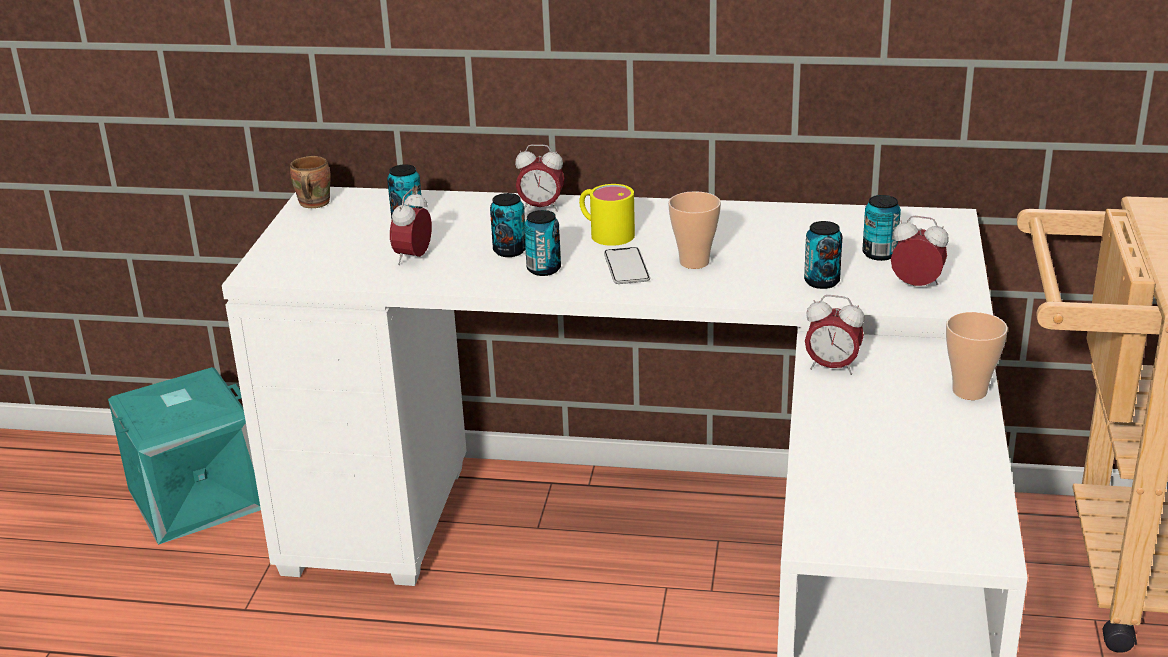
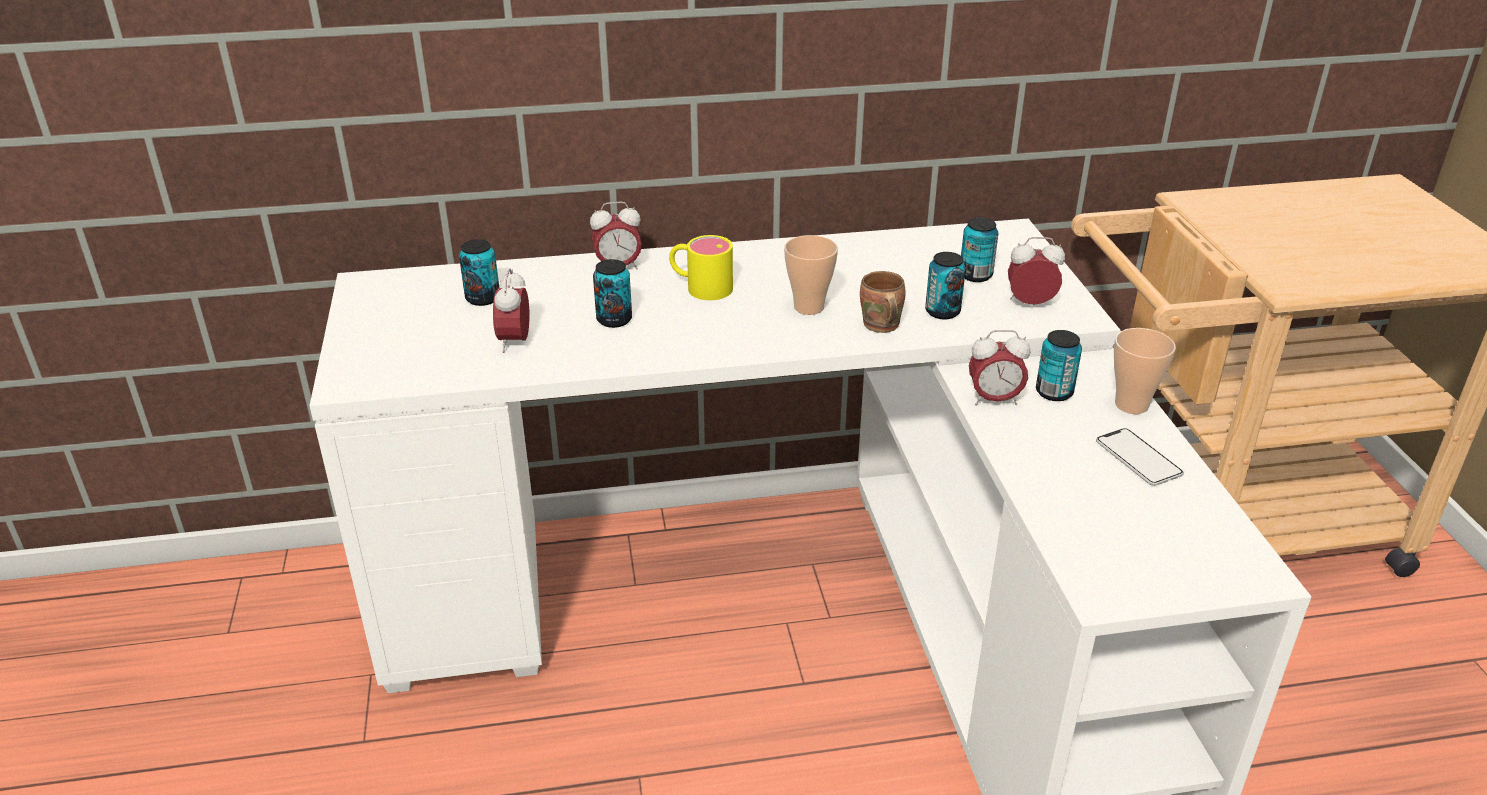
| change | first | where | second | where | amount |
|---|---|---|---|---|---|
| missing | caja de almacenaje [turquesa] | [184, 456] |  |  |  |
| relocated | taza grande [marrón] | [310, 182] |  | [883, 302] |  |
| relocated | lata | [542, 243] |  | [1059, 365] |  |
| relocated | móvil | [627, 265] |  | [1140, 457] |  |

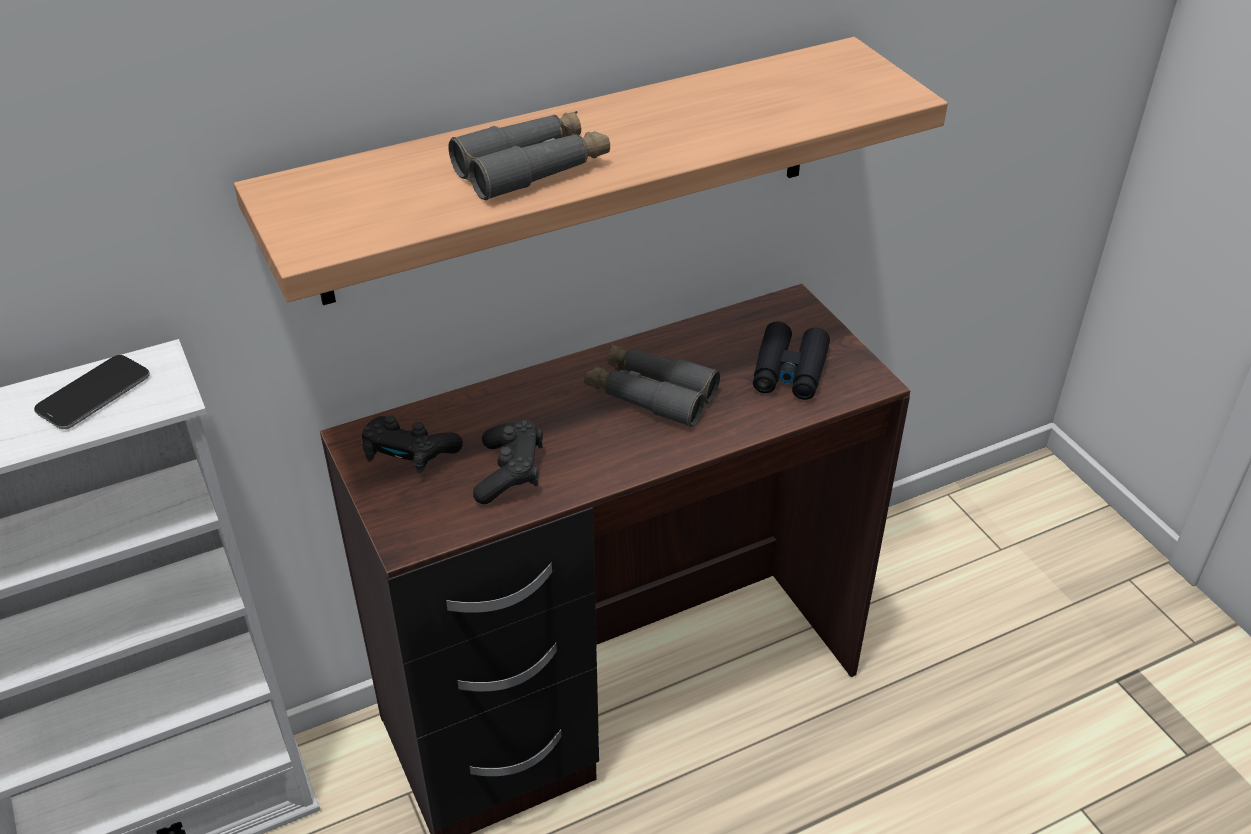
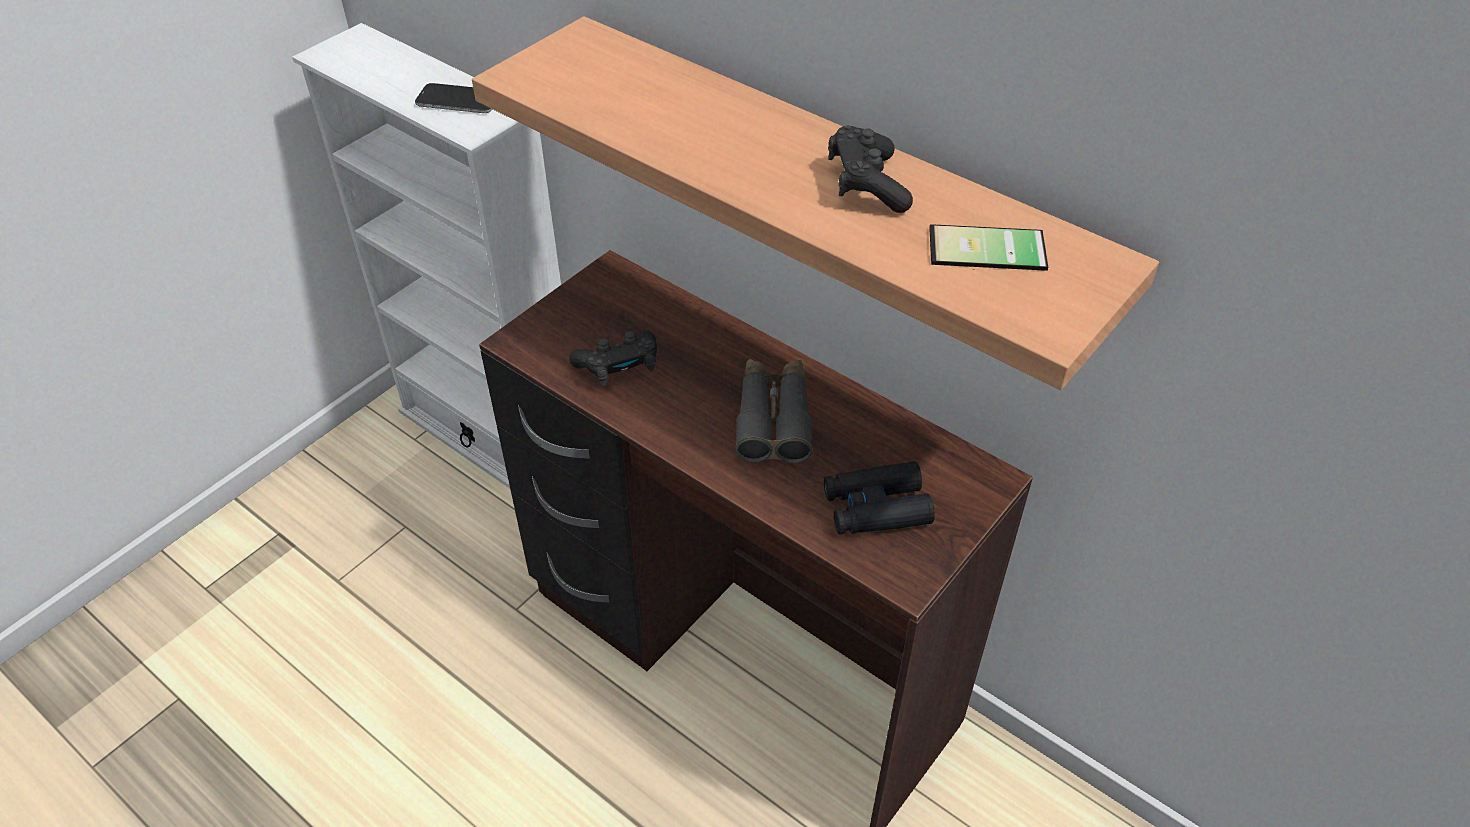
| change | first | where | second | where | amount |
|---|---|---|---|---|---|
| missing | prismáticos [gris] | [529, 156] |  |  |  |
| appeared |  |  | móvil | [988, 247] |  |
| relocated | mando de consola [negro] | [412, 444] |  | [870, 169] |  |

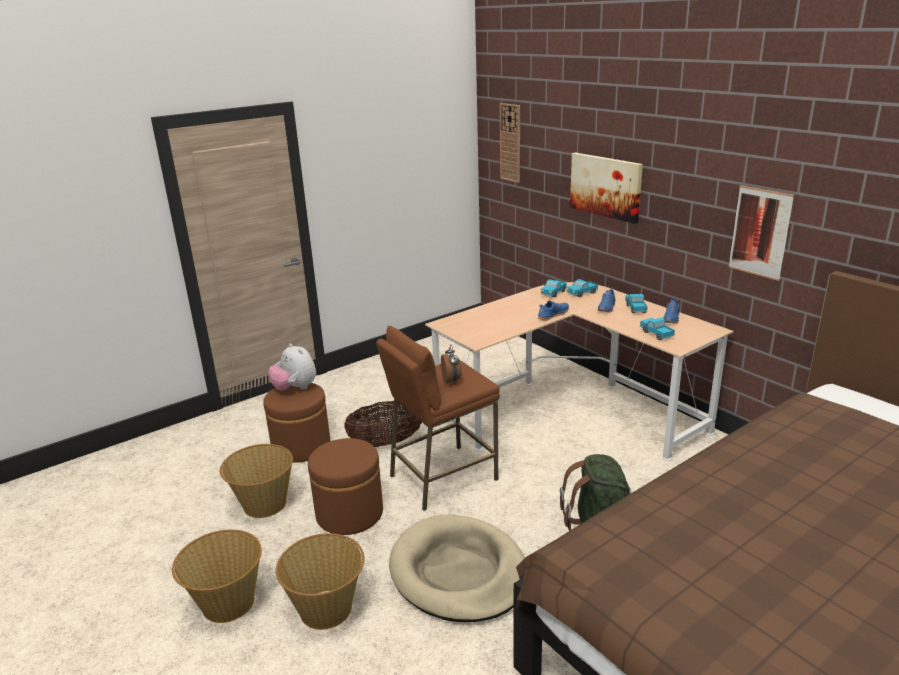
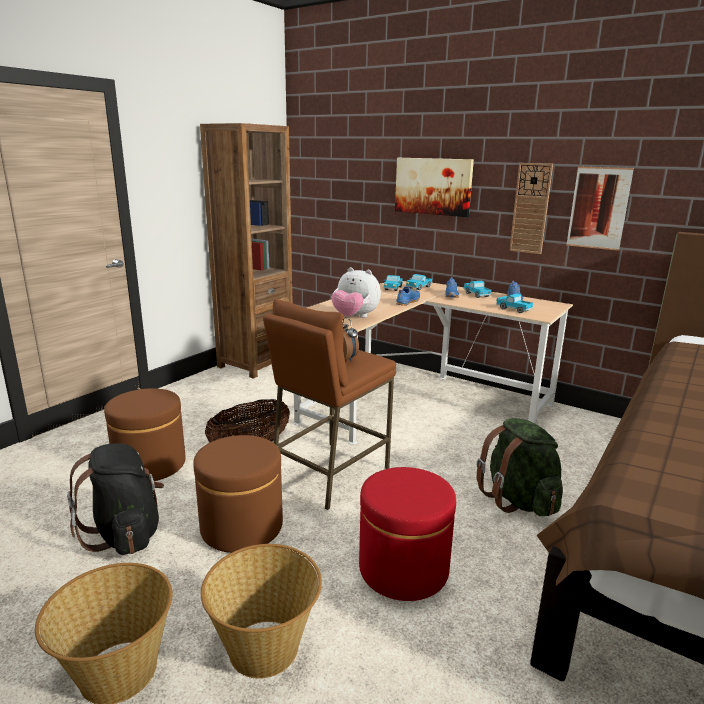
| change | first | where | second | where | amount |
|---|---|---|---|---|---|
| appeared |  |  | estantería [marrón] | [246, 251] |  |
| relocated | peluche | [292, 367] |  | [356, 292] |  |
| relocated | reloj de pared | [510, 143] |  | [531, 208] |  |
| exchanged | cesta | [256, 481] | mochila [negro] | [115, 499] |  |
| exchanged | cama para perro [beis] | [457, 568] | puf [rojo] | [407, 534] |  |

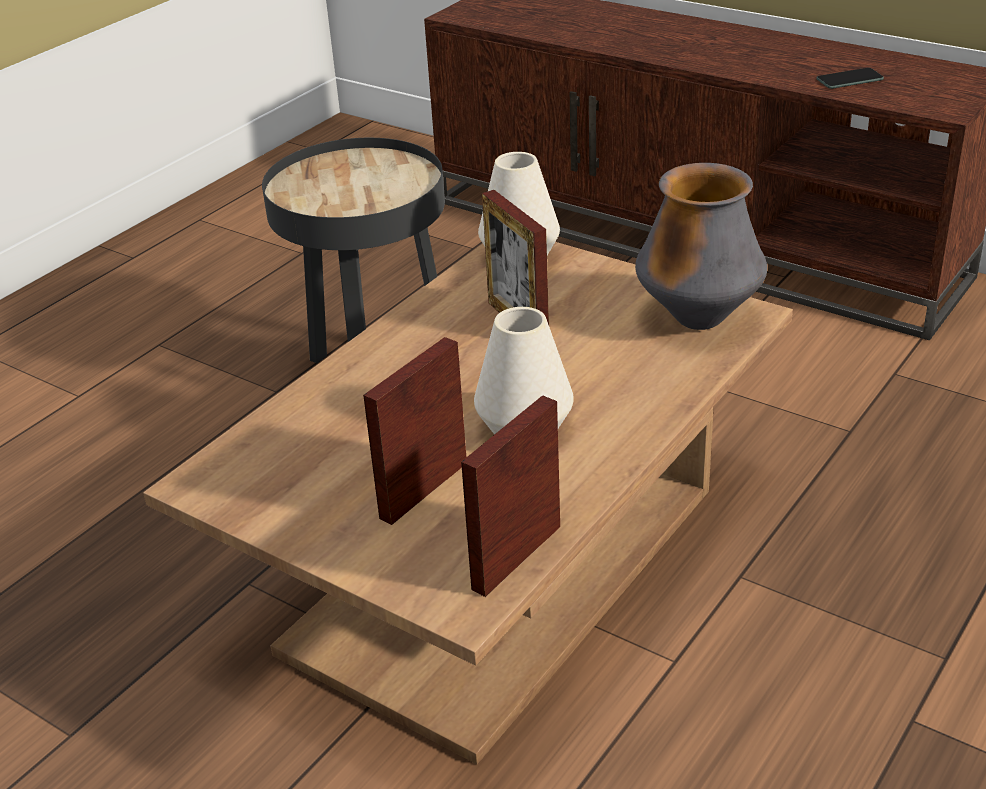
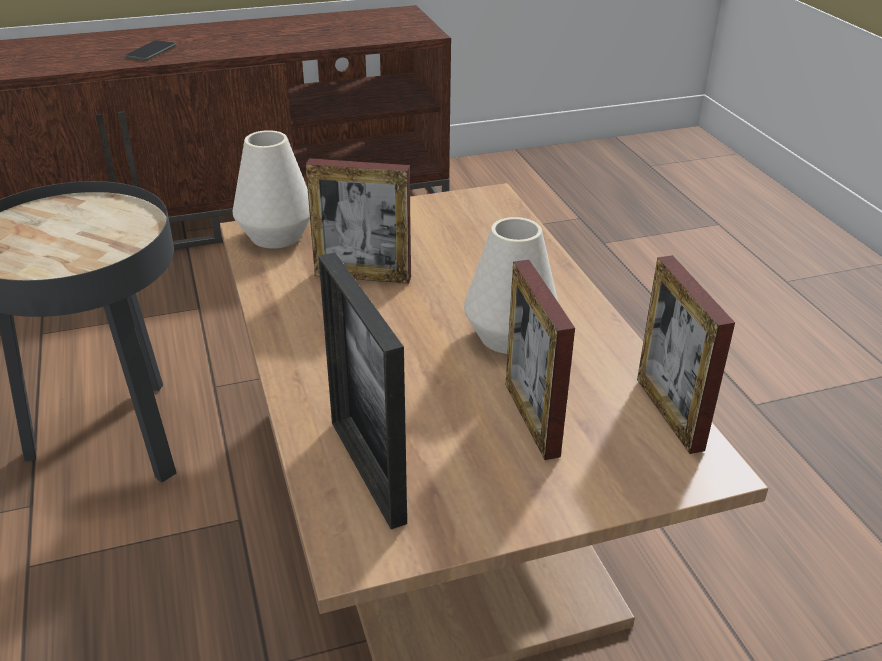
| change | first | where | second | where | amount |
|---|---|---|---|---|---|
| missing | florero | [701, 246] |  |  |  |
| appeared |  |  | portarretratos | [363, 391] |  |
| relocated | móvil | [850, 78] |  | [150, 50] |  |

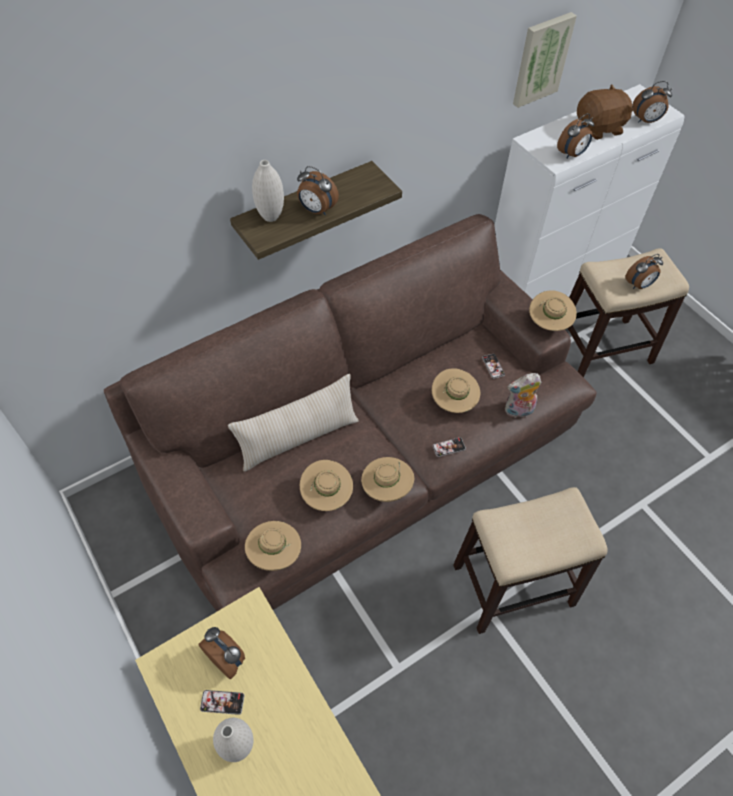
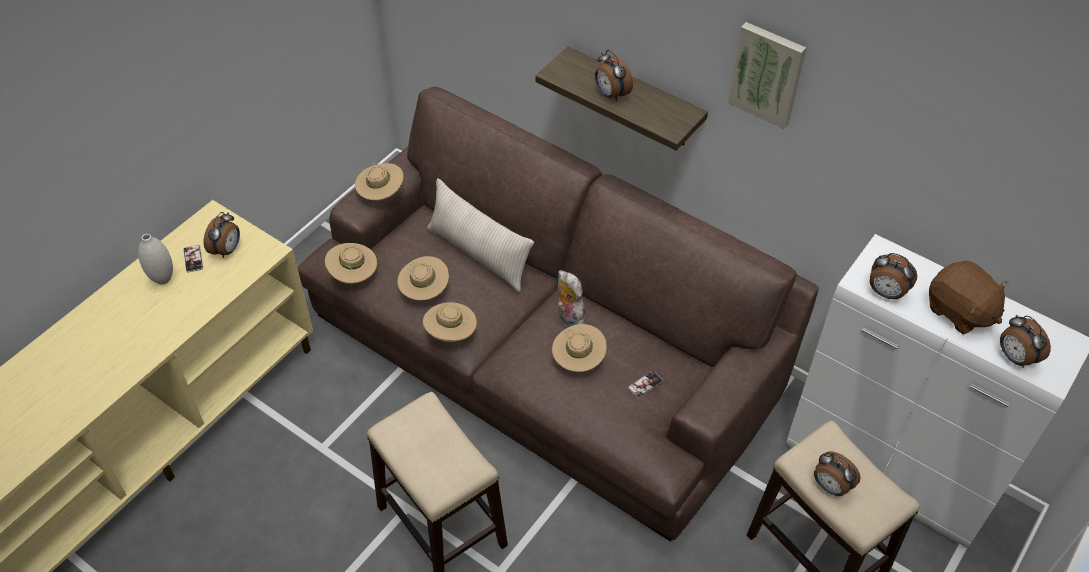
| change | first | where | second | where | amount |
|---|---|---|---|---|---|
| missing | florero [blanco] | [268, 191] |  |  |  |
| missing | móvil | [449, 447] |  |  |  |
| relocated | peluche | [523, 395] |  | [571, 298] |  |
| relocated | cuadro | [545, 60] |  | [767, 75] |  |
| relocated | sombrero [beis] | [553, 310] |  | [379, 181] |  |
| spun | despertador | [318, 190] |  | [614, 75] | 45 degrees counterclockwise |

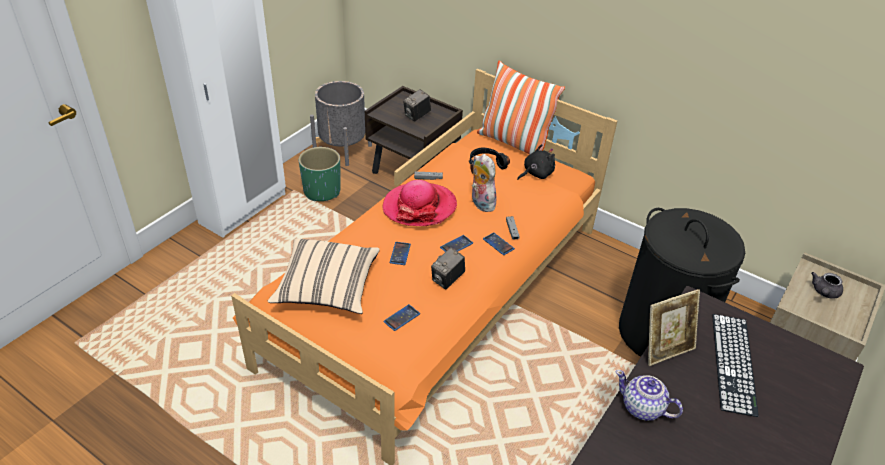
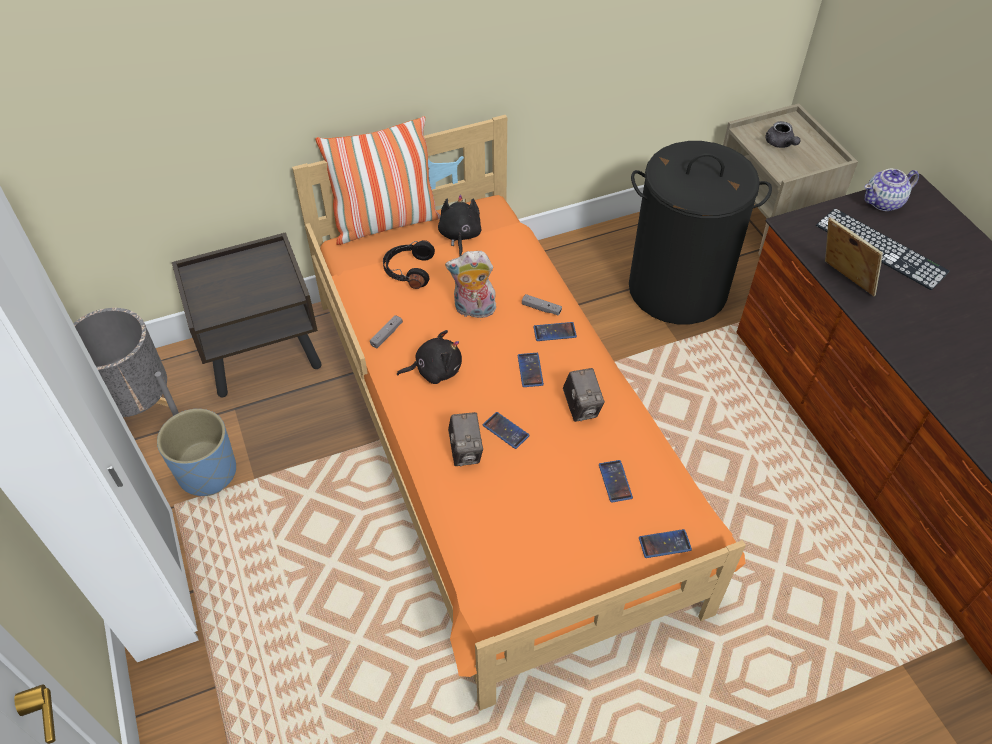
| change | first | where | second | where | amount |
|---|---|---|---|---|---|
| missing | cojín [beis] | [324, 276] |  |  |  |
| appeared |  |  | móvil | [665, 543] |  |
| relocated | cámara | [417, 105] |  | [465, 439] |  |
| relocated | tetera | [649, 395] |  | [891, 189] |  |
| exchanged | sombrero | [419, 203] | peluche [negro] | [429, 357] |  |
| colour | maceta [verde] | [319, 174] | maceta [azul] | [196, 452] |  |
| spun | portarretratos | [674, 327] |  | [854, 256] | 45 degrees counterclockwise |

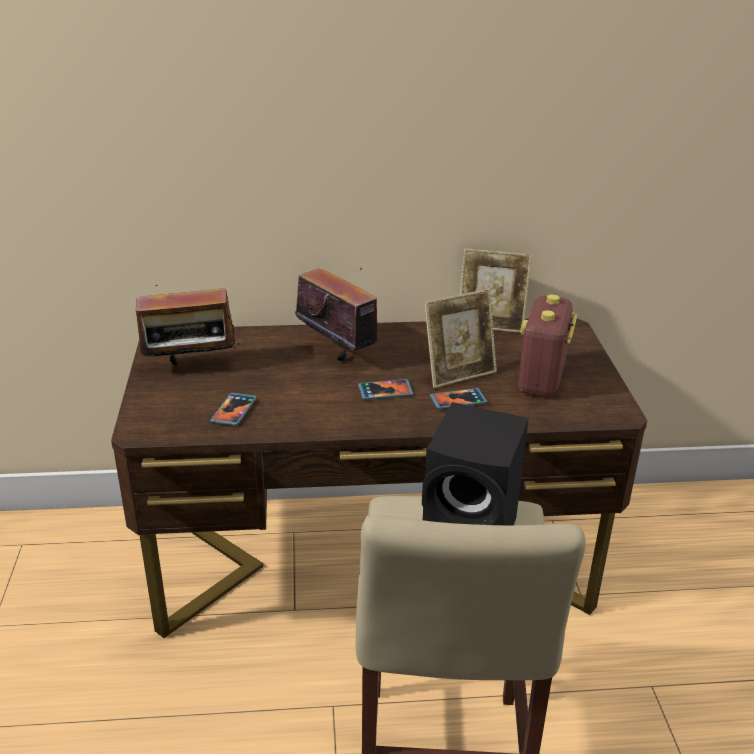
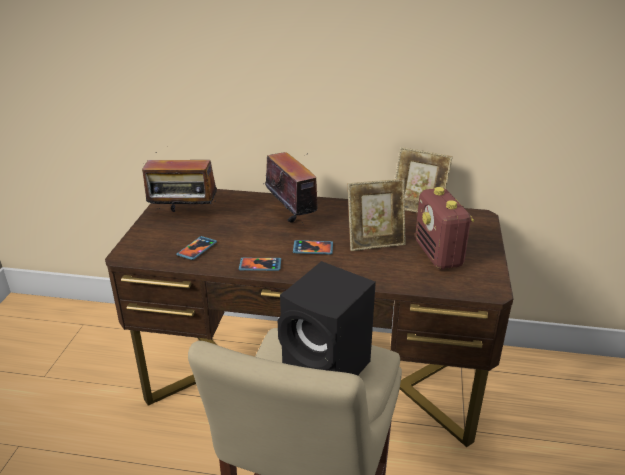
| change | first | where | second | where | amount |
|---|---|---|---|---|---|
| relocated | móvil | [458, 398] |  | [260, 264] |  |
| spun | radio | [547, 345] |  | [444, 228] | 45 degrees counterclockwise |

